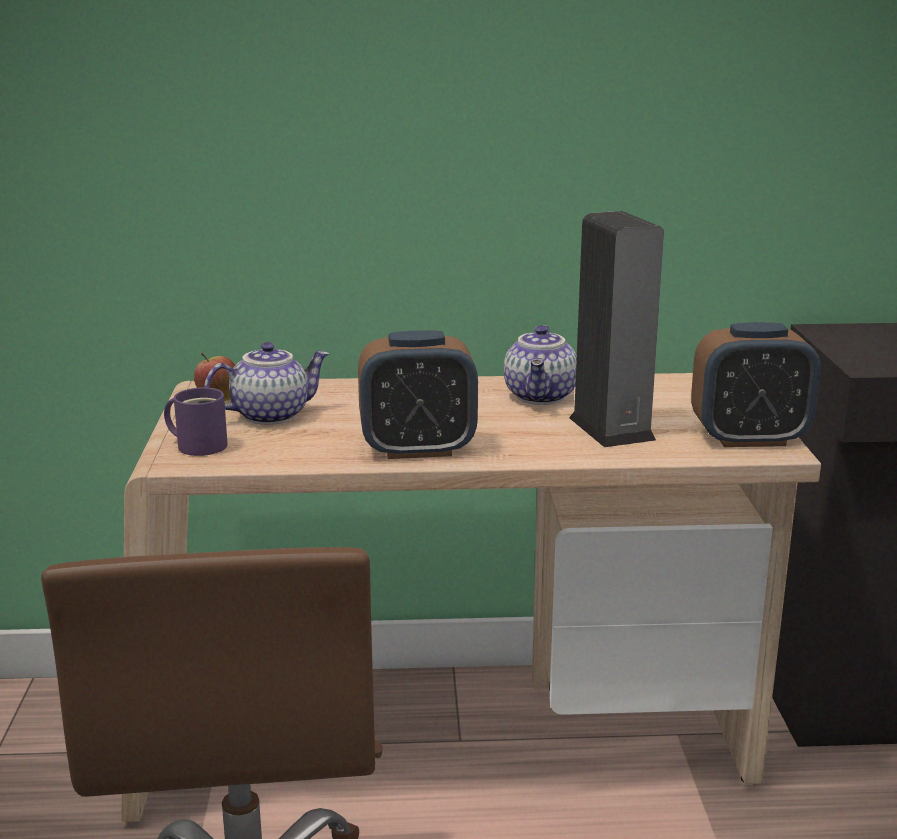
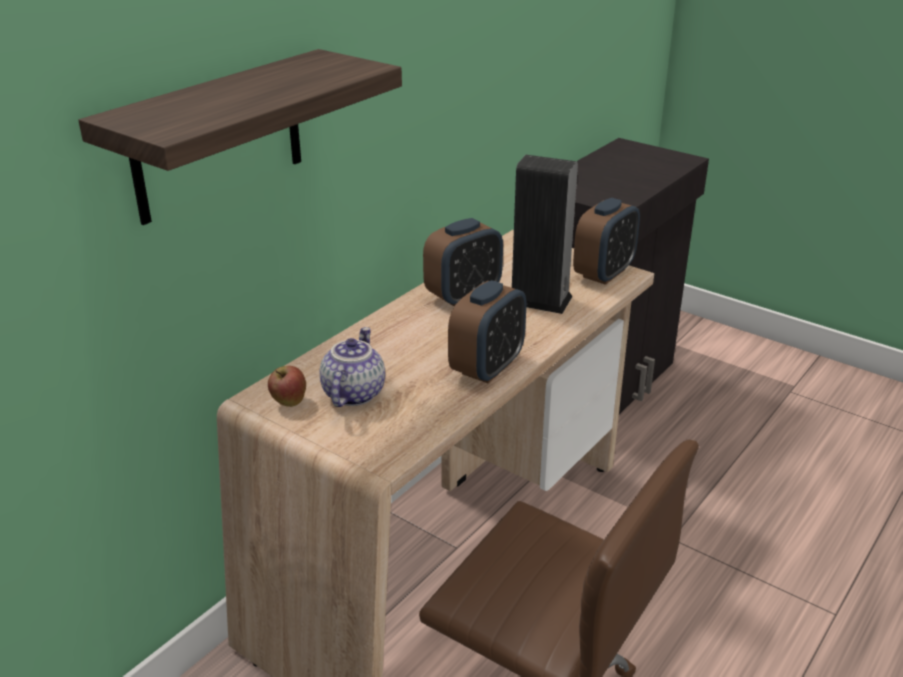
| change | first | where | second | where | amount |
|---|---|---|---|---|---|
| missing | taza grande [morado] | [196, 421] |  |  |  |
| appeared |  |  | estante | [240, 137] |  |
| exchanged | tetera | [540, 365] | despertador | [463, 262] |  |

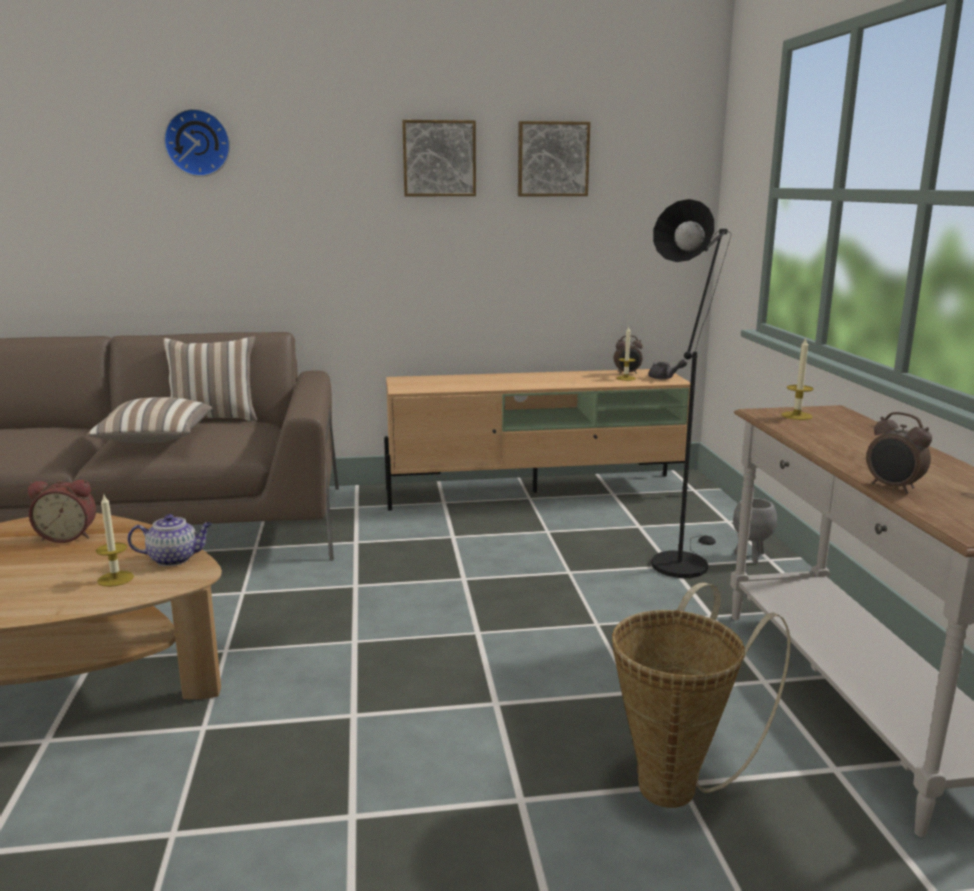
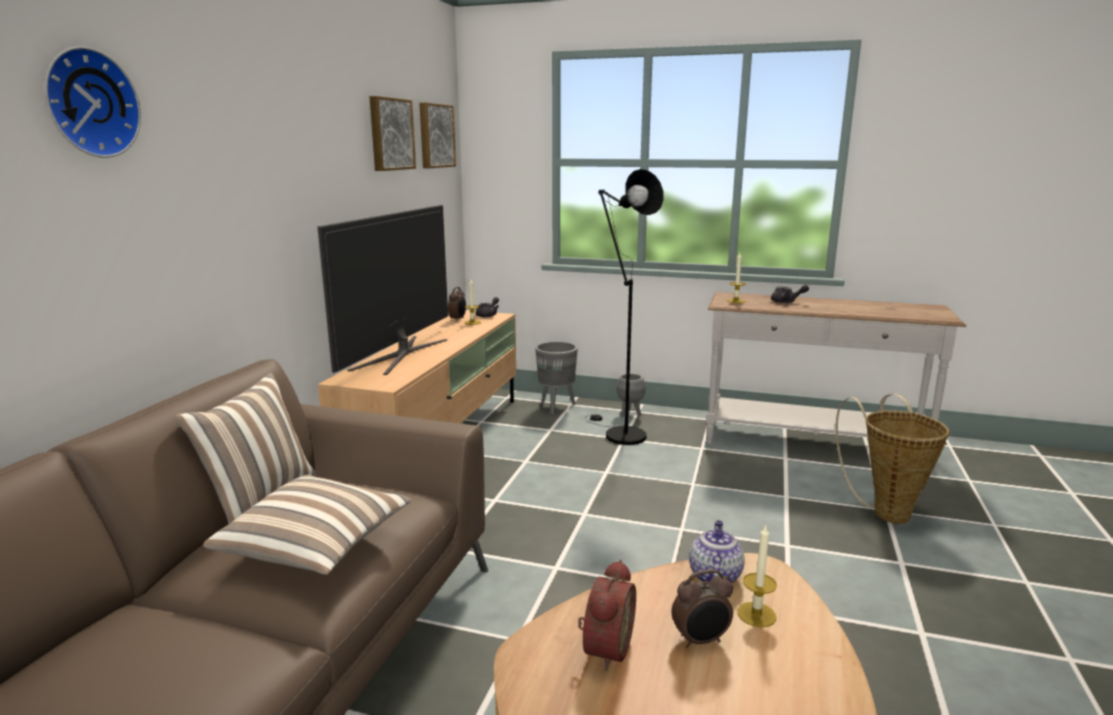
| change | first | where | second | where | amount |
|---|---|---|---|---|---|
| appeared |  |  | televisor | [382, 290] |  |
| appeared |  |  | maceta [gris] | [556, 377] |  |
| appeared |  |  | tetera [gris] | [790, 294] |  |
| relocated | cuadro | [439, 158] |  | [437, 135] |  |
| relocated | despertador | [899, 453] |  | [702, 608] |  |

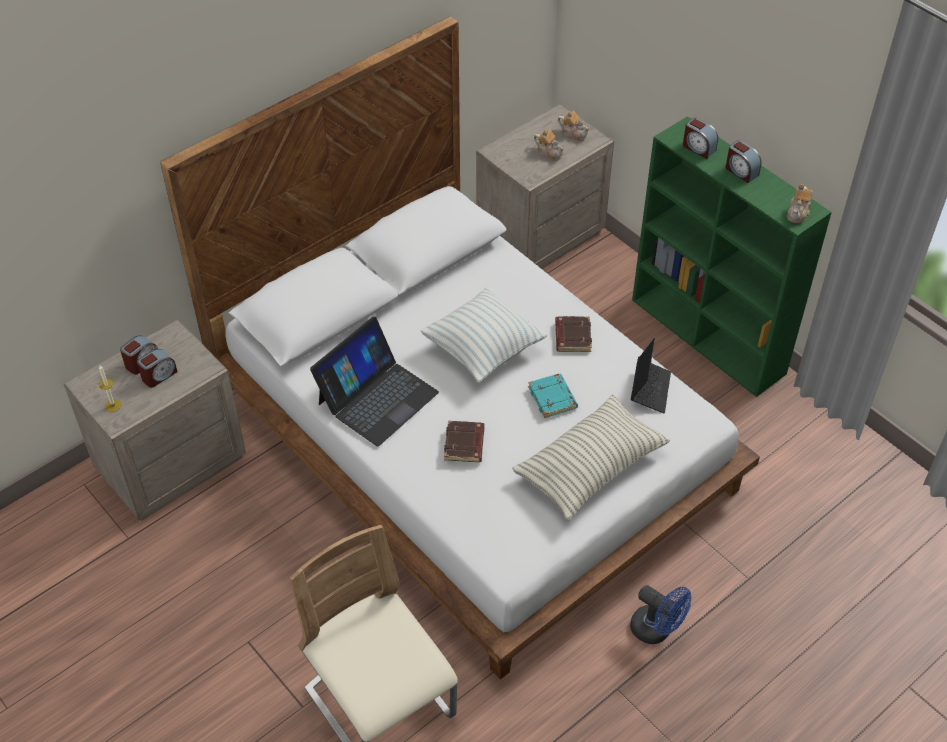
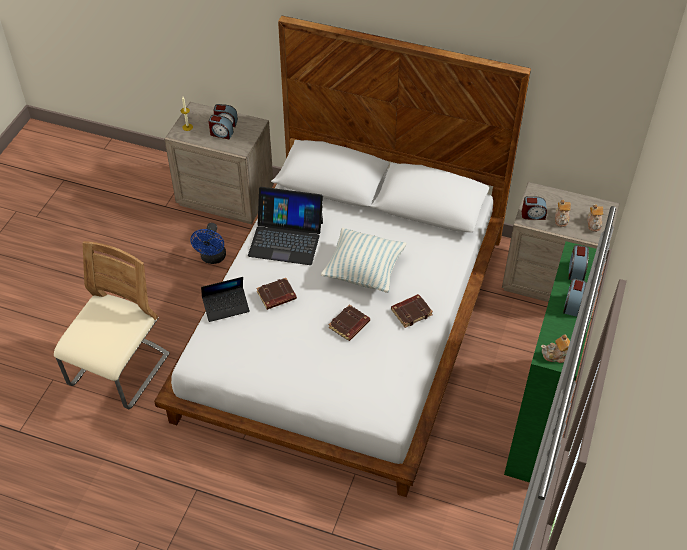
| change | first | where | second | where | amount |
|---|---|---|---|---|---|
| missing | cojín | [591, 457] |  |  |  |
| appeared |  |  | despertador | [534, 208] |  |
| relocated | ventilador [azul] | [660, 614] |  | [208, 243] |  |
| relocated | portátil | [651, 375] |  | [225, 299] |  |
| colour | libro [turquesa] | [553, 396] | libro [marrón] | [349, 323] |  |

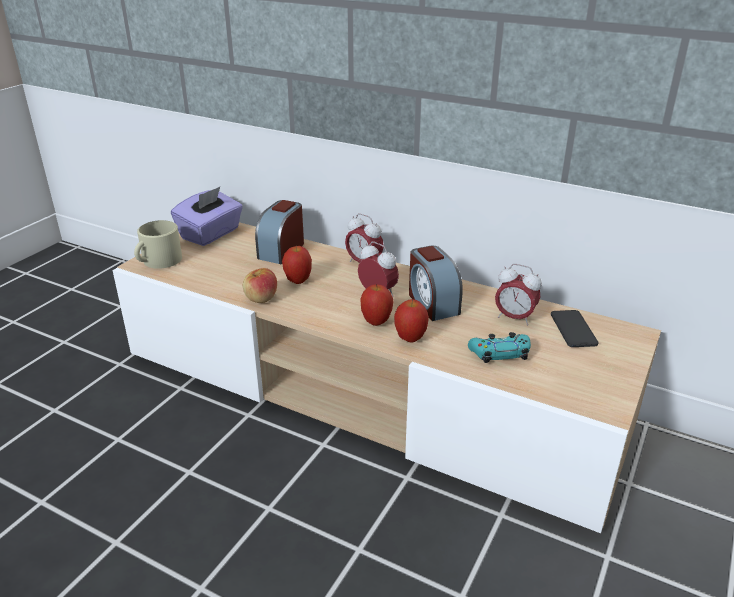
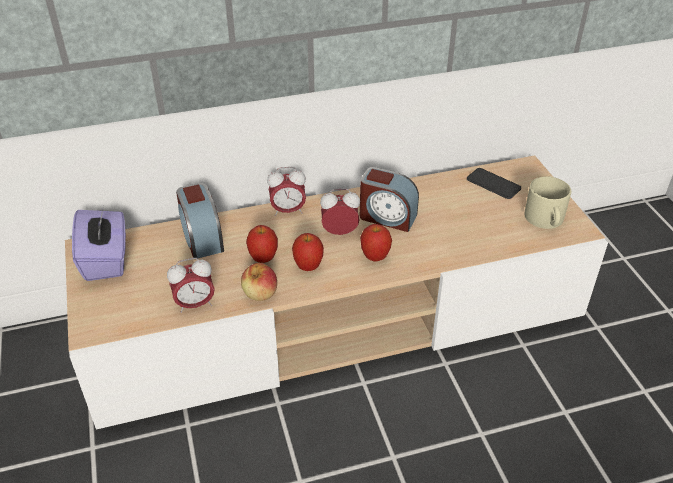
| change | first | where | second | where | amount |
|---|---|---|---|---|---|
| missing | mando de consola [turquesa] | [499, 347] |  |  |  |
| relocated | taza grande [beis] | [158, 244] |  | [548, 202] |  |
| relocated | manzana | [411, 320] |  | [308, 252] |  |
| relocated | despertador | [518, 294] |  | [191, 285] |  |

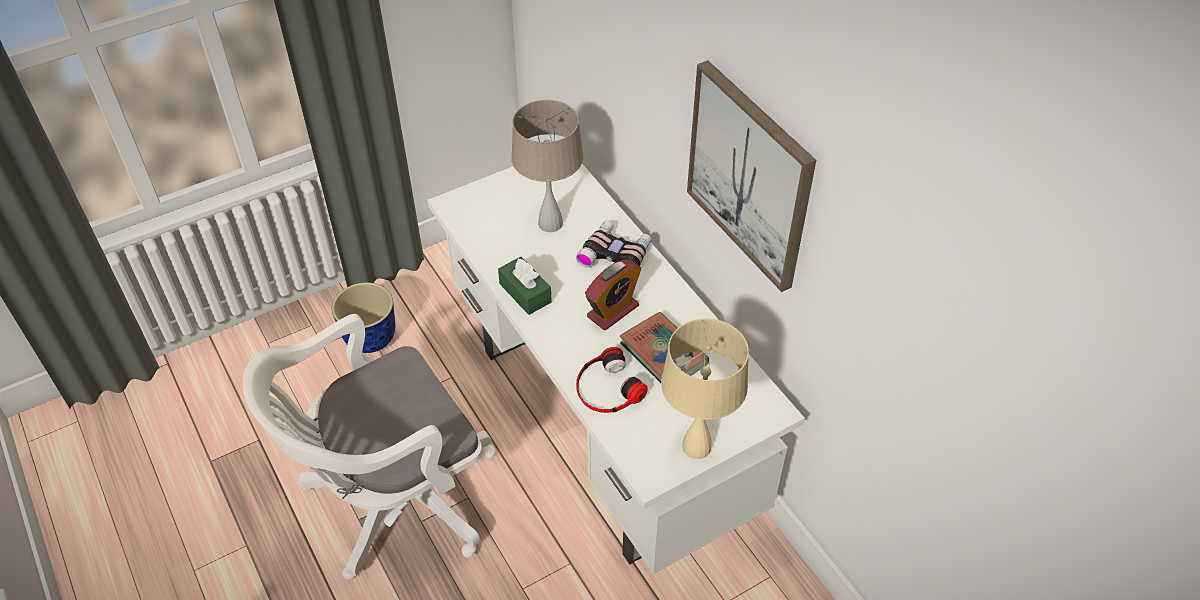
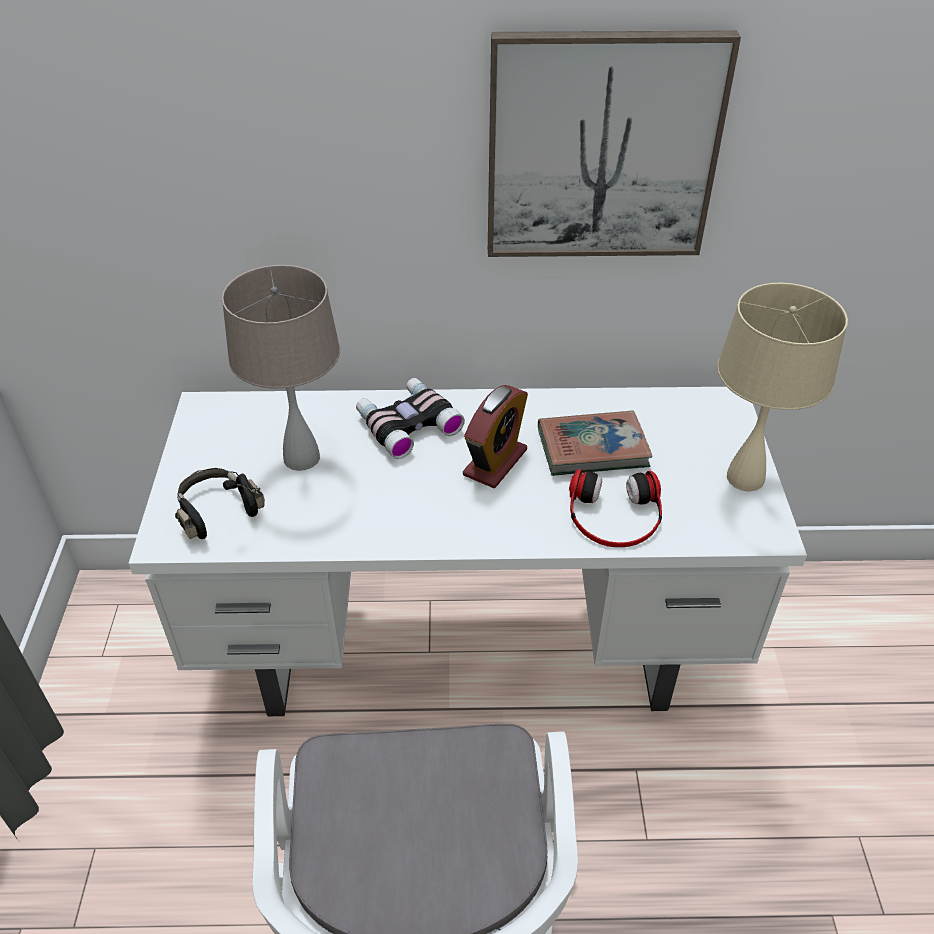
| change | first | where | second | where | amount |
|---|---|---|---|---|---|
| missing | maceta | [363, 317] |  |  |  |
| missing | caja de pañuelos [verde] | [525, 286] |  |  |  |
| appeared |  |  | auriculares [negro] | [220, 503] |  |
| spun | despertador | [613, 295] |  | [495, 436] | 45 degrees clockwise |

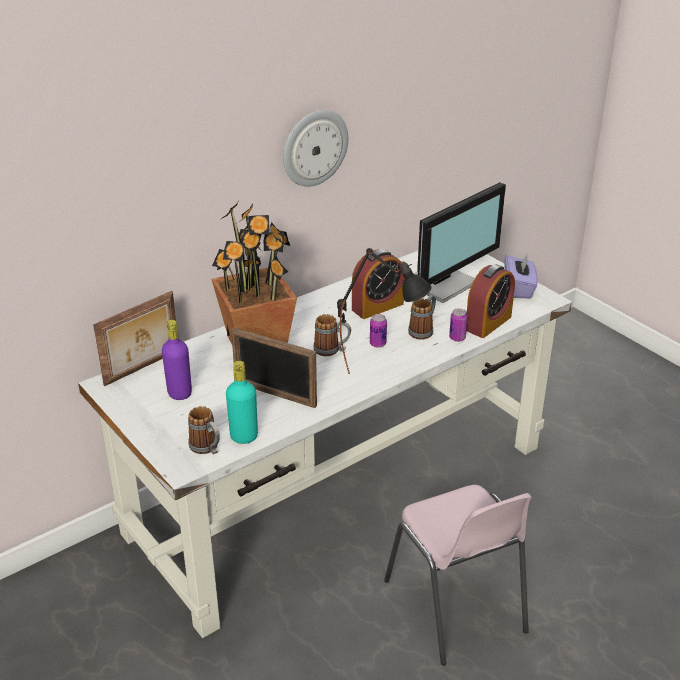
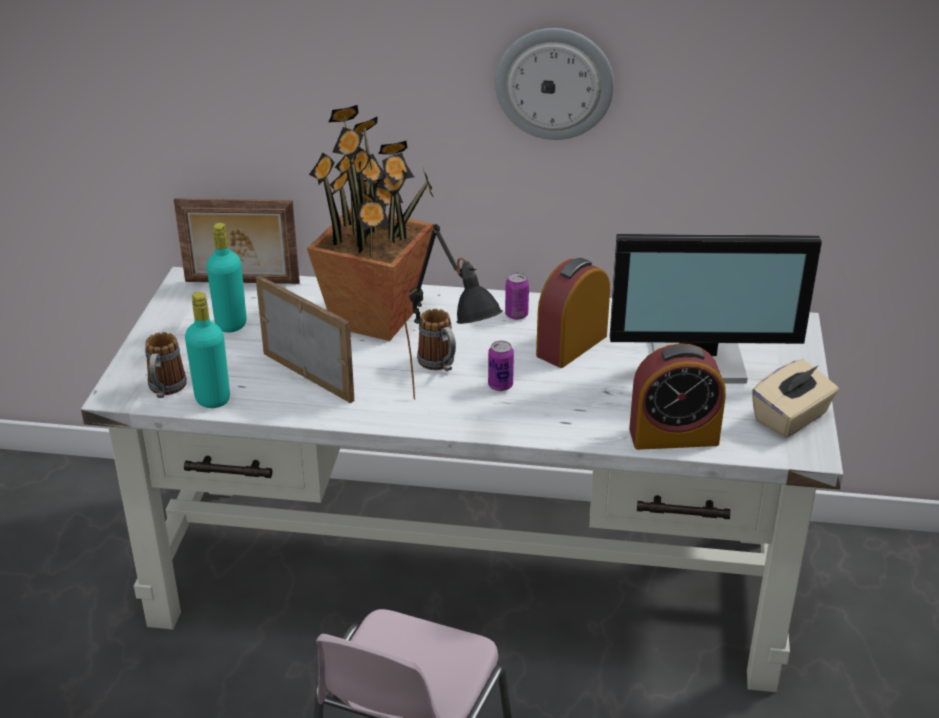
| change | first | where | second | where | amount |
|---|---|---|---|---|---|
| missing | taza grande | [422, 317] |  |  |  |
| relocated | lata | [458, 325] |  | [517, 296] |  |
| colour | botella [morado] | [177, 359] | botella [turquesa] | [226, 278] |  |
| colour | caja de pañuelos [morado] | [521, 276] | caja de pañuelos [beis] | [795, 398] |  |
| spun | portarretratos | [274, 367] |  | [305, 339] | 150 degrees clockwise |
| spun | despertador | [378, 284] |  | [573, 313] | 120 degrees clockwise |

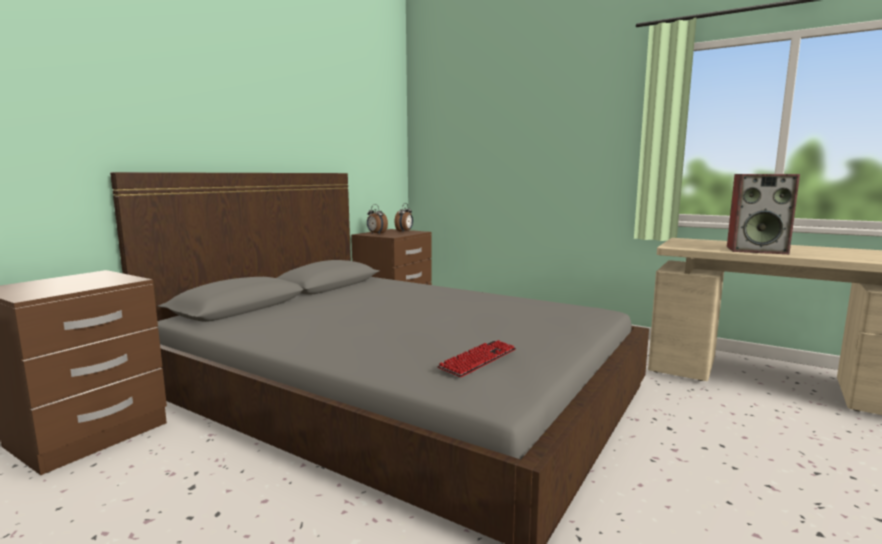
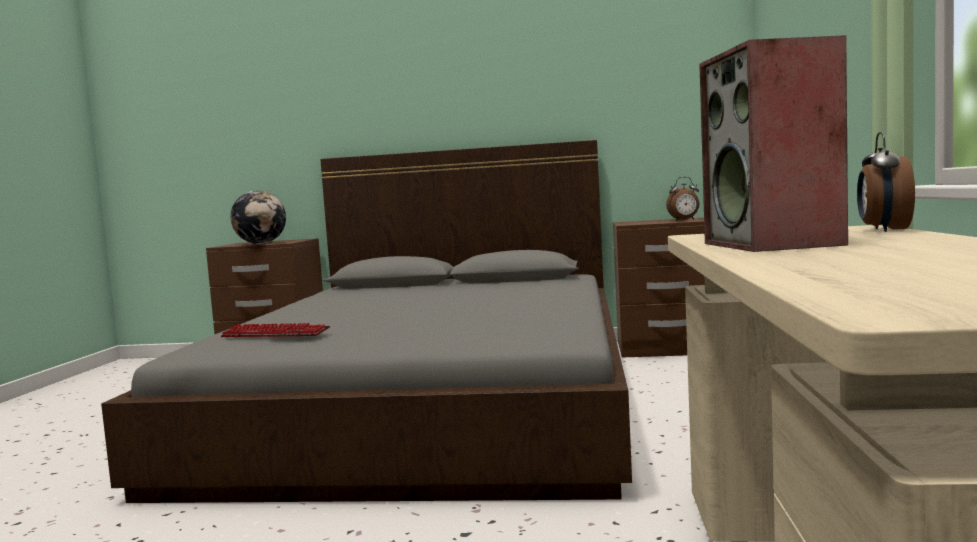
| change | first | where | second | where | amount |
|---|---|---|---|---|---|
| appeared |  |  | globo terráqueo | [258, 217] |  |
| relocated | despertador | [377, 219] |  | [886, 182] |  |

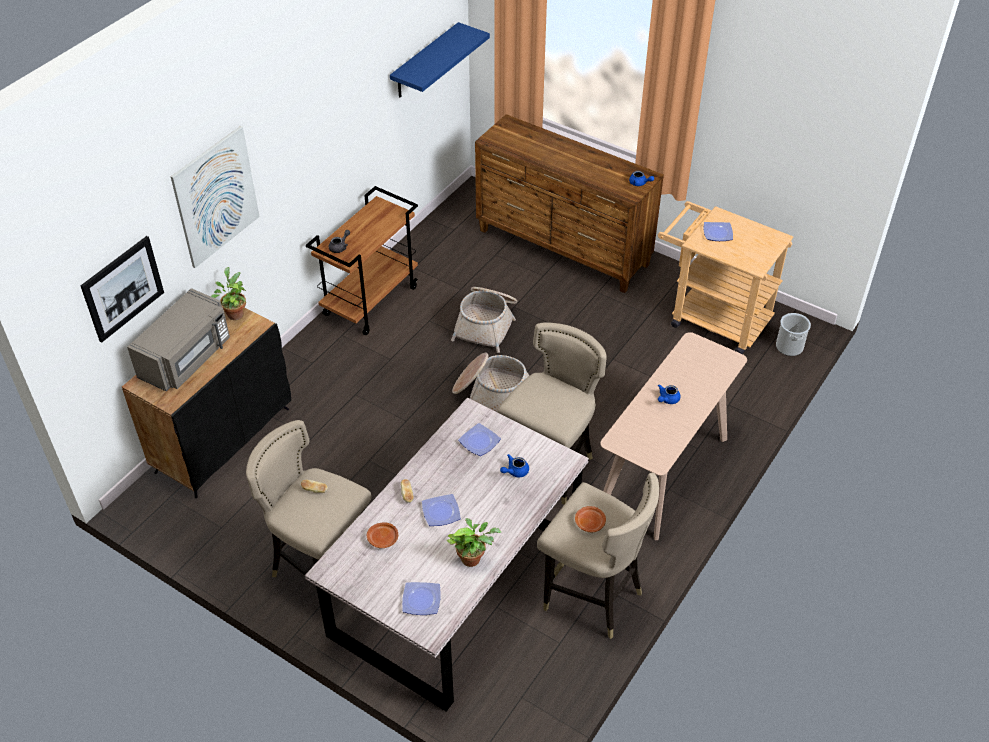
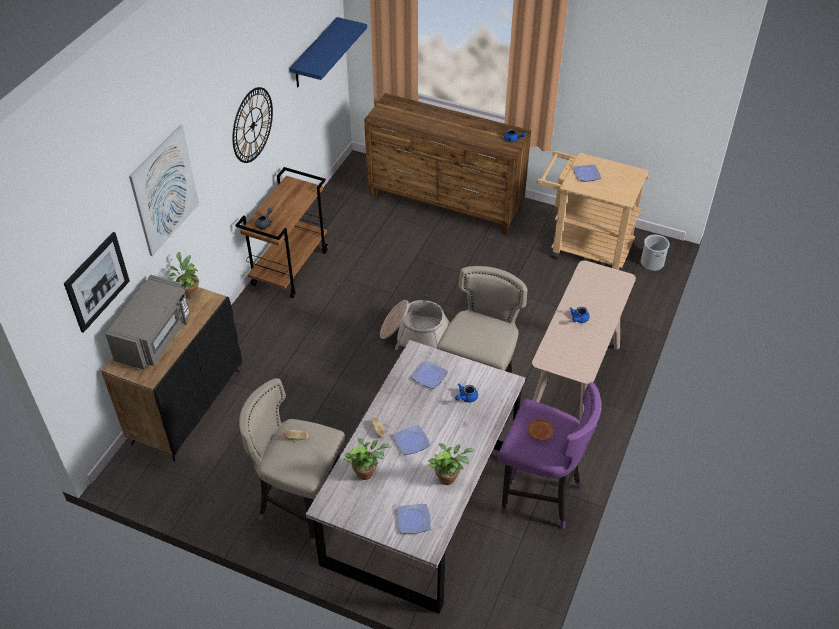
| change | first | where | second | where | amount |
|---|---|---|---|---|---|
| missing | cesta | [484, 320] |  |  |  |
| appeared |  |  | reloj de pared | [252, 125] |  |
| exchanged | plato [marrón] | [382, 535] | planta en maceta | [367, 459] |  |
| colour | taburete [beis] | [598, 556] | taburete [morado] | [550, 455] |  |

